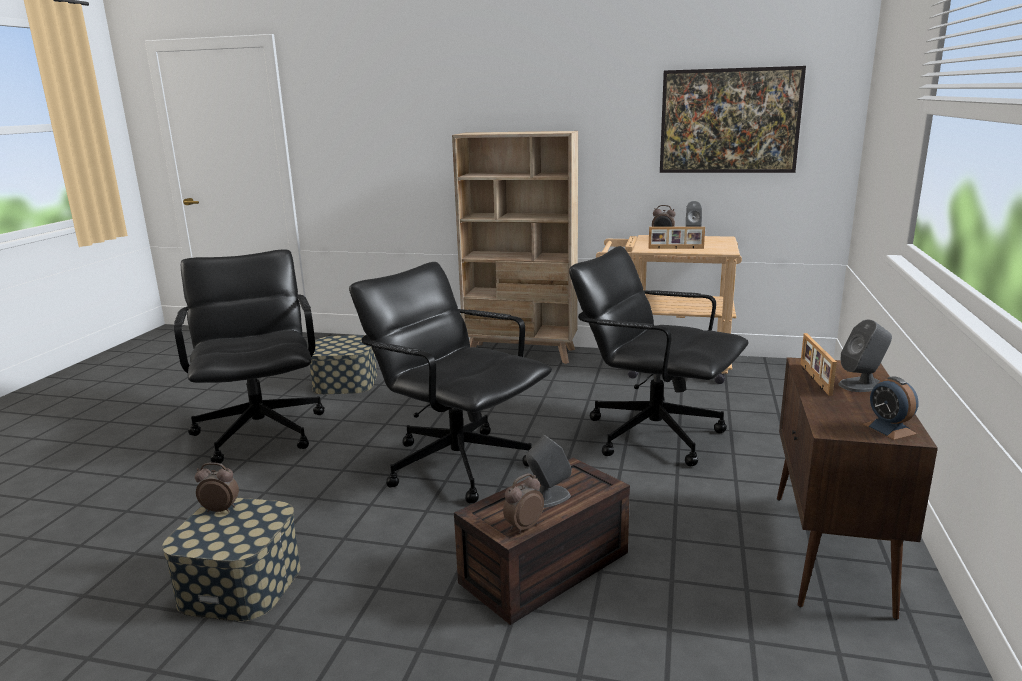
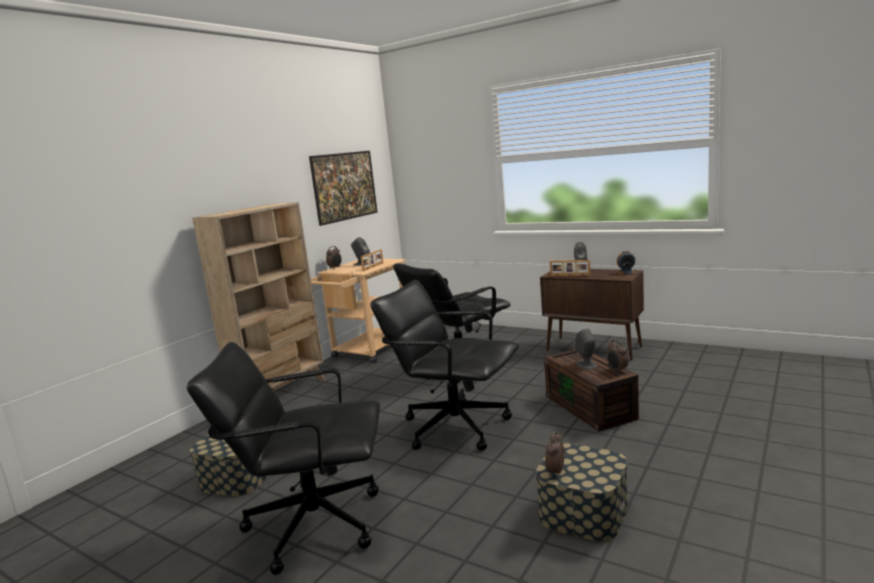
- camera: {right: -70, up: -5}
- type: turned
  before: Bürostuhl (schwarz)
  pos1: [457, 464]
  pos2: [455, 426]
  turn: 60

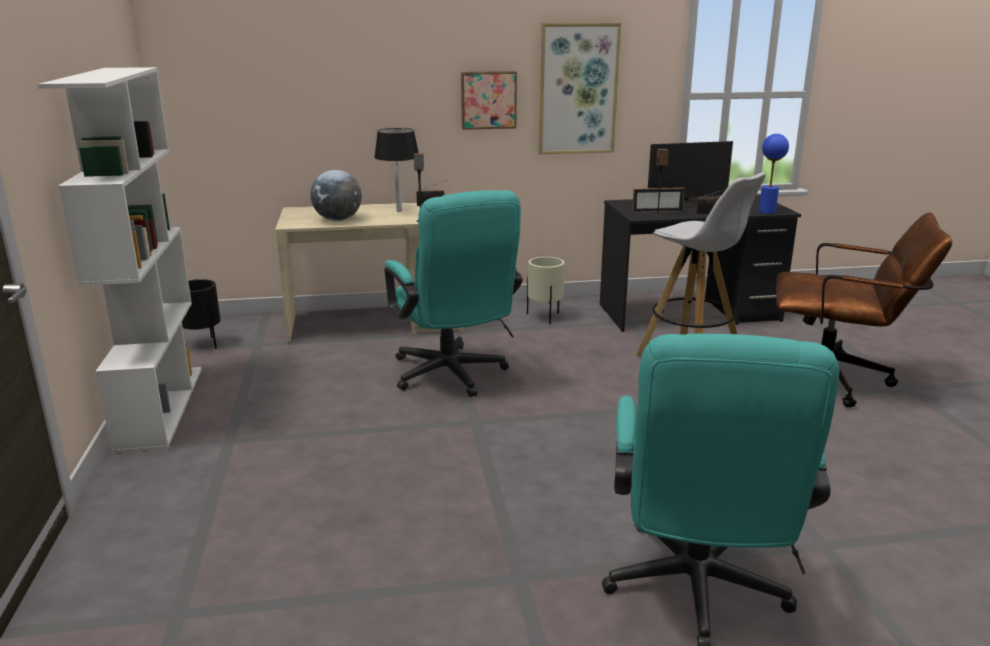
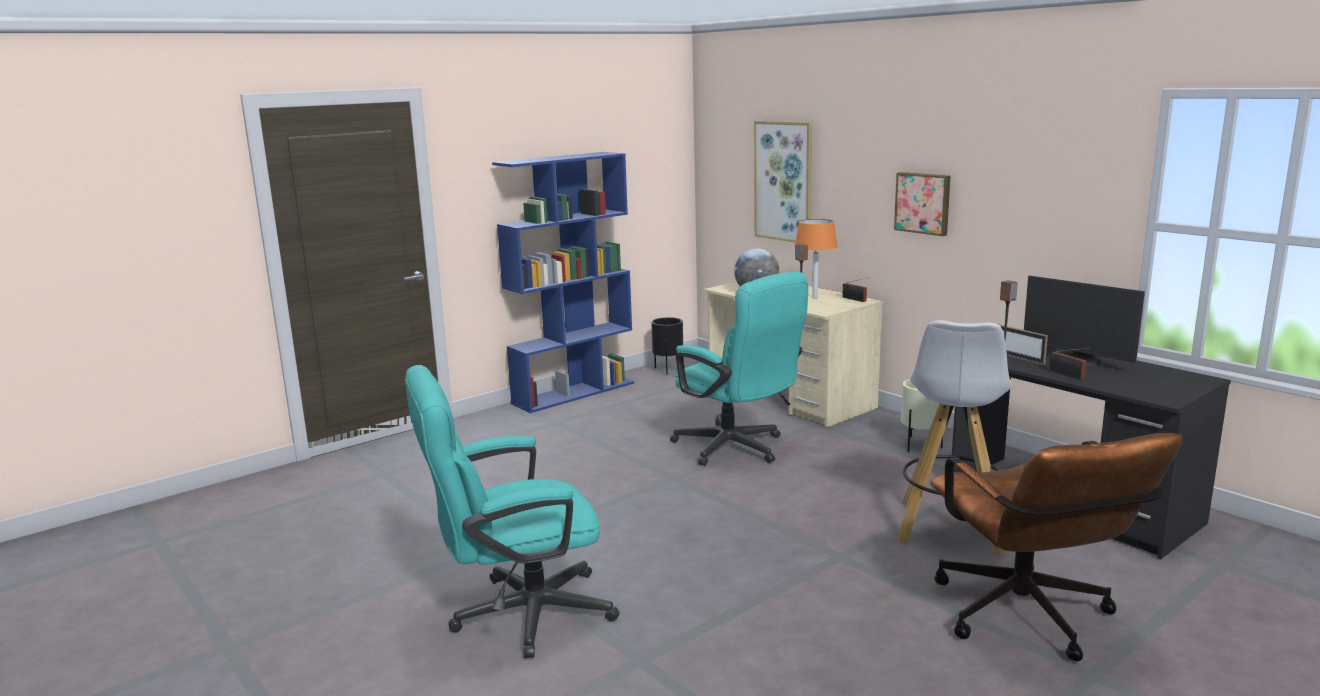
- camera: {right: 60, up: -5}
- type: moved
  before: Bild
  pos1: [578, 89]
  pos2: [784, 181]
- type: recoloured
  before: Bücherregal (weiß)
  after: Bücherregal (blau)
  pos1: [160, 407]
  pos2: [574, 393]
- type: recoloured
  before: Tischlampe (schwarz)
  after: Tischlampe (orange)
  pos1: [399, 211]
  pos2: [814, 298]
- type: removed
  before: Tischlampe (blau)
  pos1: [767, 212]
- type: turned
  before: Bürostuhl (türkis)
  pos1: [452, 377]
  pos2: [737, 449]
  turn: -75

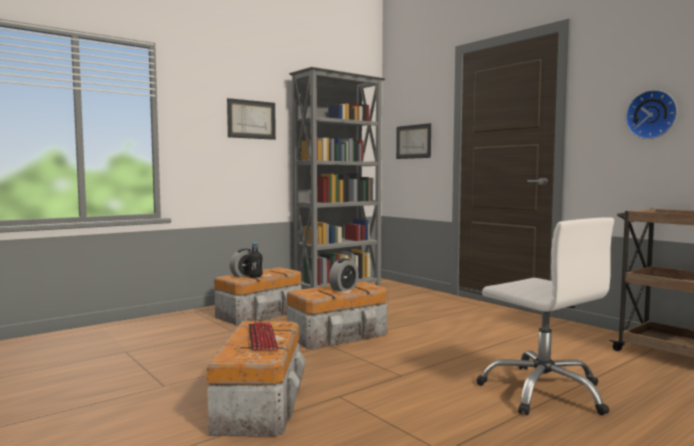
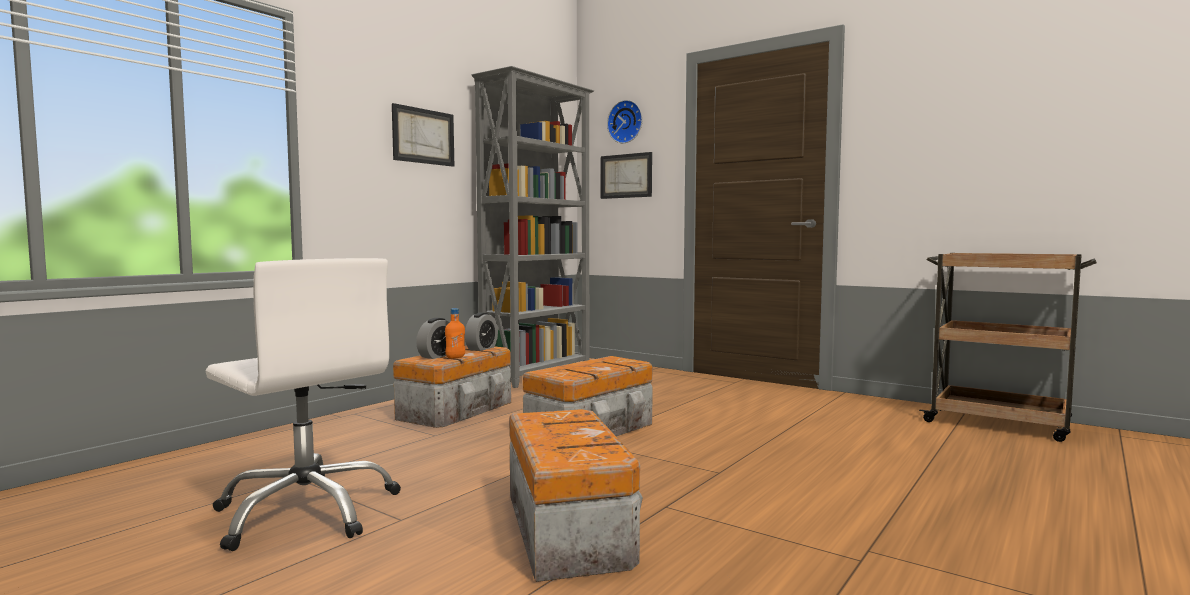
- camera: {right: -15, up: 0}
- type: moved
  before: Wanduhr
  pos1: [652, 114]
  pos2: [626, 122]
- type: moved
  before: Bürostuhl (weiß)
  pos1: [544, 391]
  pos2: [307, 511]
- type: recoloured
  before: Flasche (schwarz)
  after: Flasche (orange)
  pos1: [255, 277]
  pos2: [455, 357]
- type: moved
  before: Wecker
  pos1: [344, 288]
  pos2: [481, 348]
- type: removed
  before: Tastatur
  pos1: [262, 338]

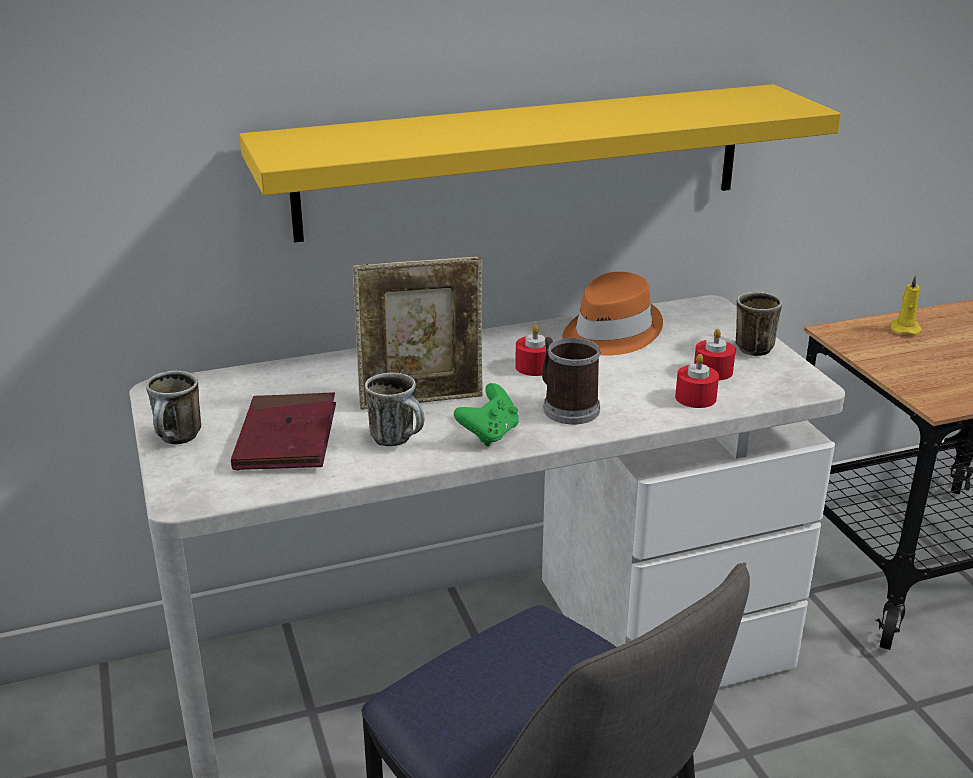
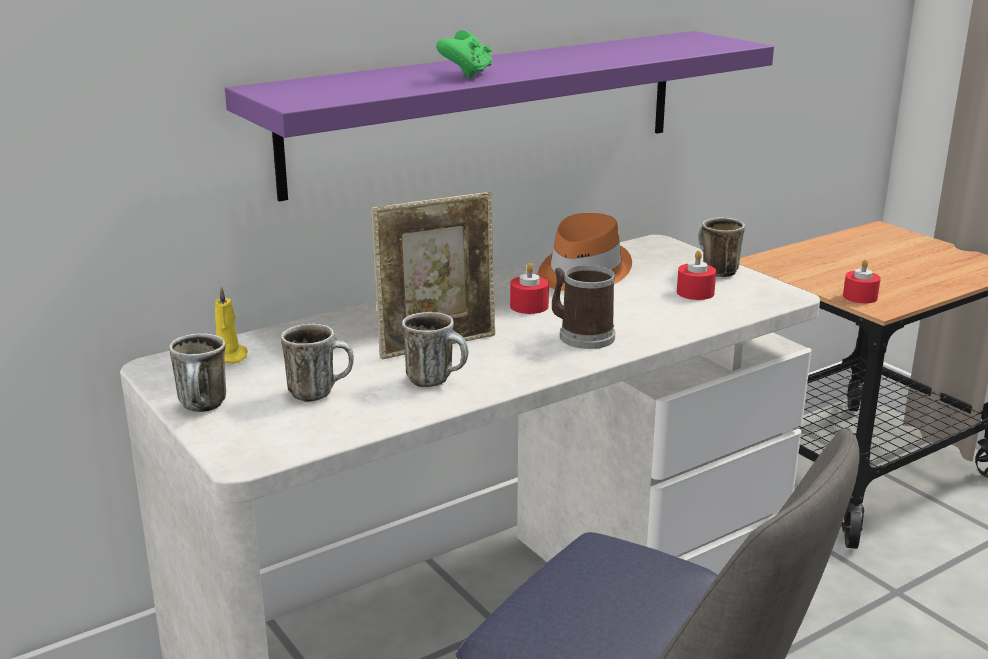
- camera: {right: -15, up: -5}
- type: recoloured
  before: Wandregal (gelb)
  after: Wandregal (lila)
  pos1: [524, 161]
  pos2: [489, 109]
- type: moved
  before: Kerze (gelb)
  pos1: [904, 328]
  pos2: [229, 356]
- type: moved
  before: Kerze (rot)
  pos1: [695, 398]
  pos2: [860, 297]
- type: moved
  before: Gamepad (grün)
  pos1: [489, 434]
  pos2: [467, 75]
- type: replaced
  before: Buch (rot)
  after: Henkelbecher
  pos1: [286, 438]
  pos2: [320, 392]

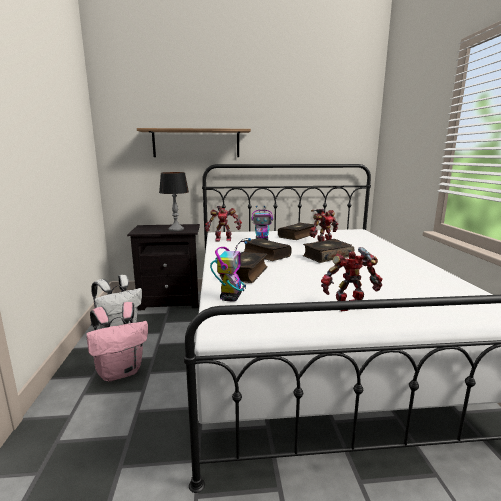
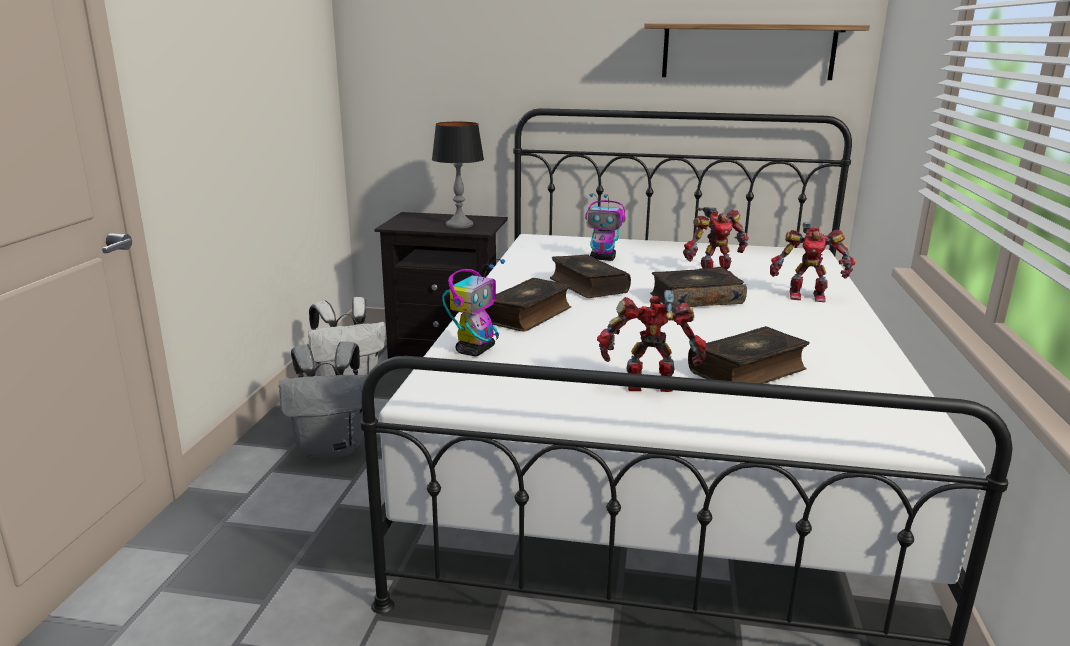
- camera: {right: 15, up: 5}
- type: moved
  before: Wandregal
  pos1: [196, 143]
  pos2: [748, 51]
- type: moved
  before: Spielzeugroboter
  pos1: [223, 239]
  pos2: [806, 296]
- type: moved
  before: Buch
  pos1: [297, 236]
  pos2: [748, 371]
- type: recoloured
  before: Rucksack (rosa)
  after: Rucksack (grau)
  pos1: [121, 371]
  pos2: [332, 448]

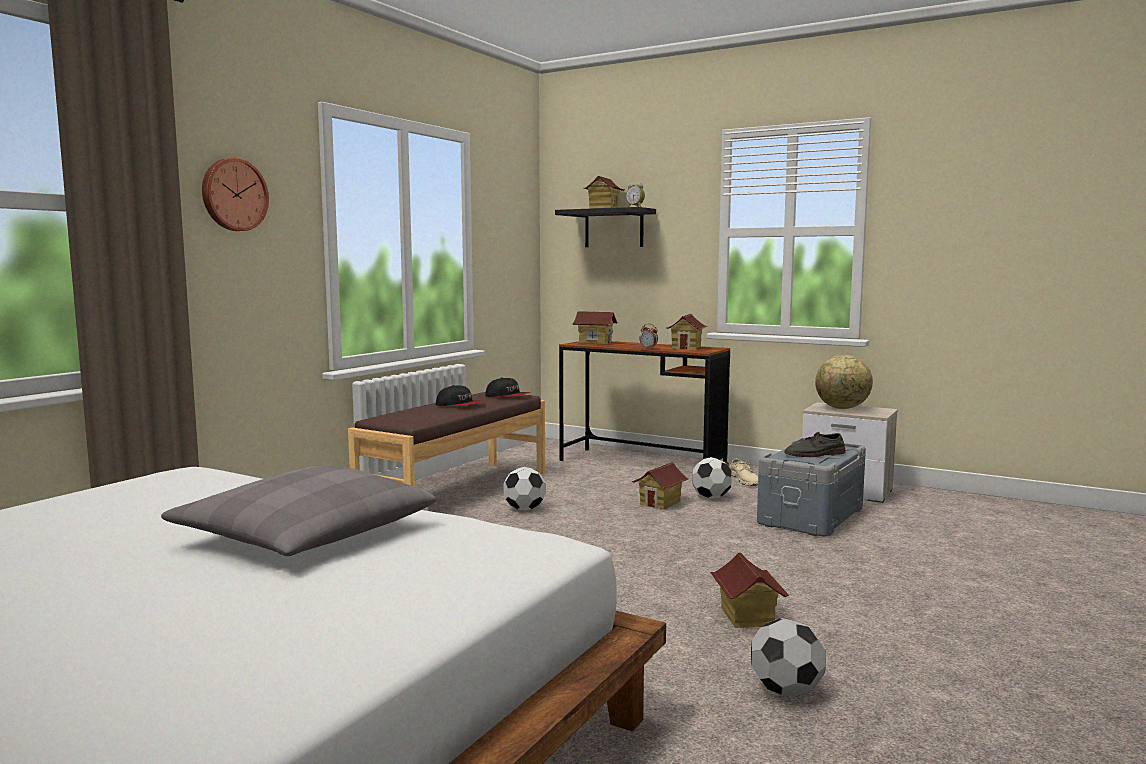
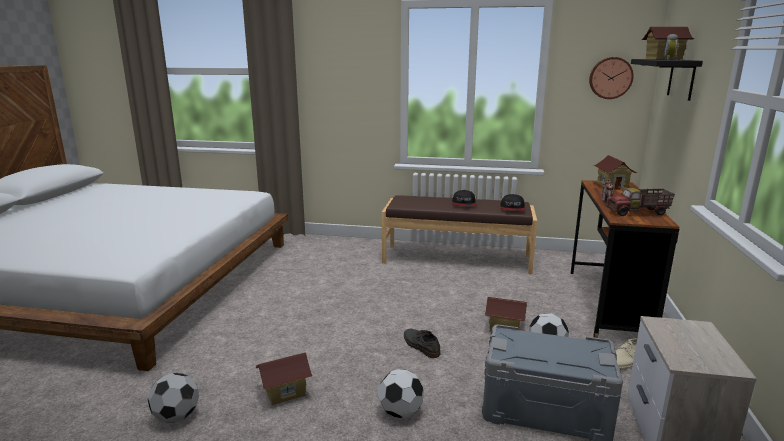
- camera: {right: 70, up: 10}
- type: moved
  before: Wanduhr
  pos1: [233, 195]
  pos2: [610, 78]
- type: replaced
  before: Spielzeughaus
  after: Spielzeuglaster
  pos1: [686, 348]
  pos2: [638, 212]
- type: removed
  before: Globus
  pos1: [842, 408]
- type: moved
  before: Schuh (grau)
  pos1: [815, 454]
  pos2: [420, 345]
- type: removed
  before: Kissen (grau)
  pos1: [304, 535]
- type: moved
  before: Fußball
  pos1: [524, 509]
  pos2: [400, 412]

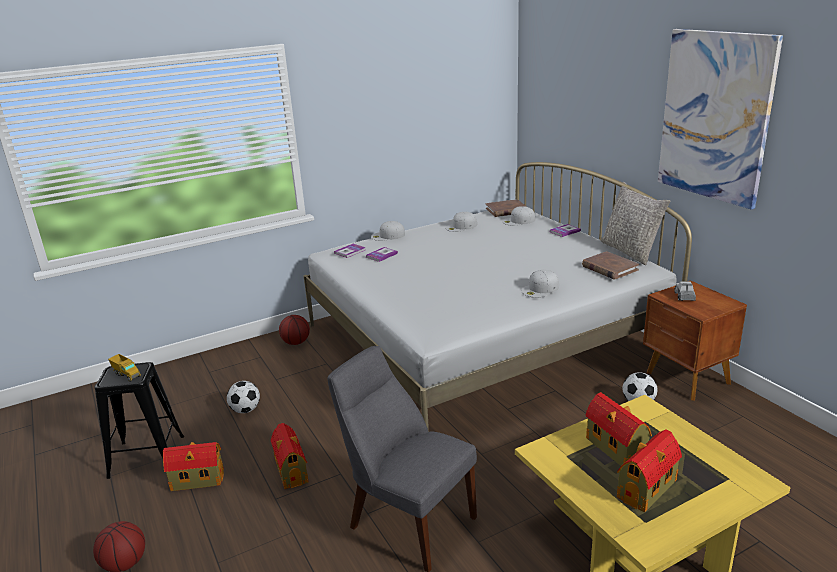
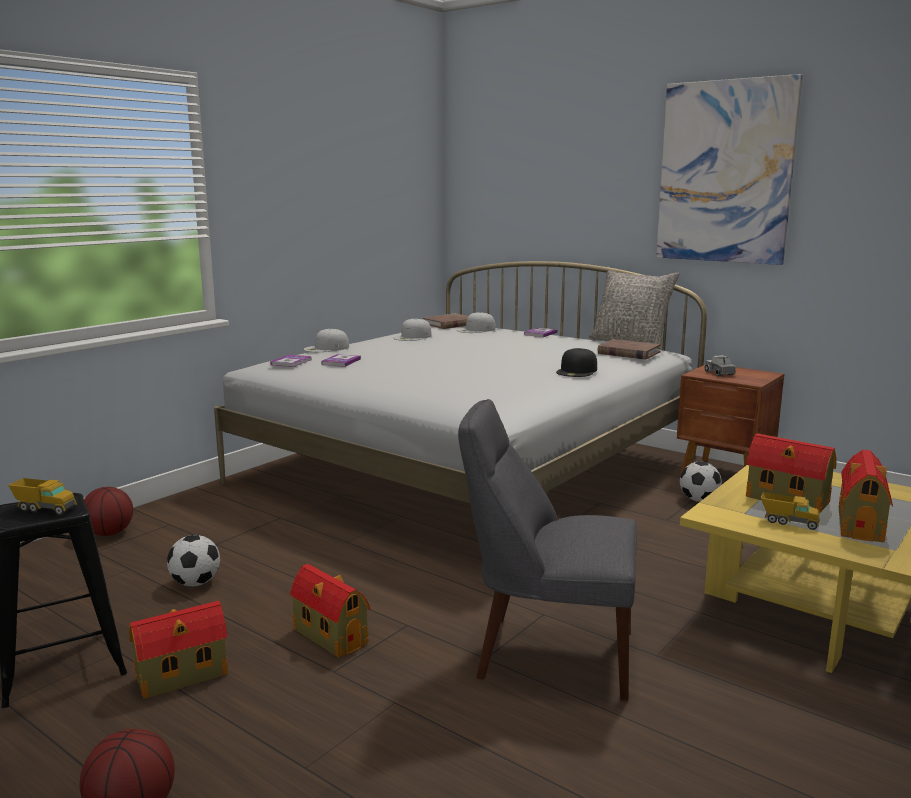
- camera: {right: -25, up: -10}
- type: recoloured
  before: Kappe (weiß)
  after: Kappe (schwarz)
  pos1: [540, 289]
  pos2: [577, 371]
- type: moved
  before: Basketball
  pos1: [296, 342]
  pos2: [109, 533]
- type: added
  after: Spielzeuglaster
  pos2: [788, 522]

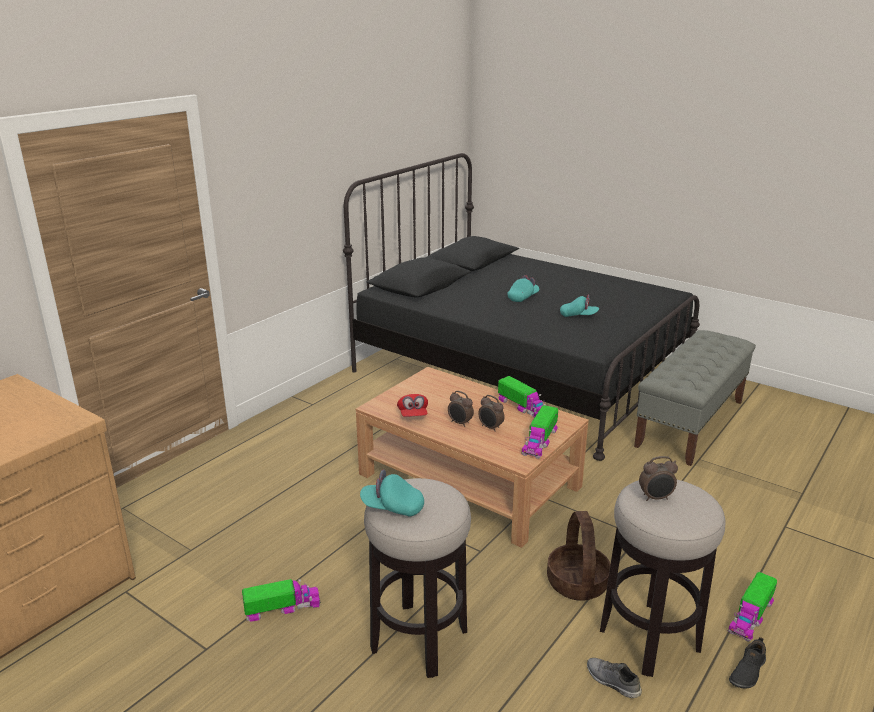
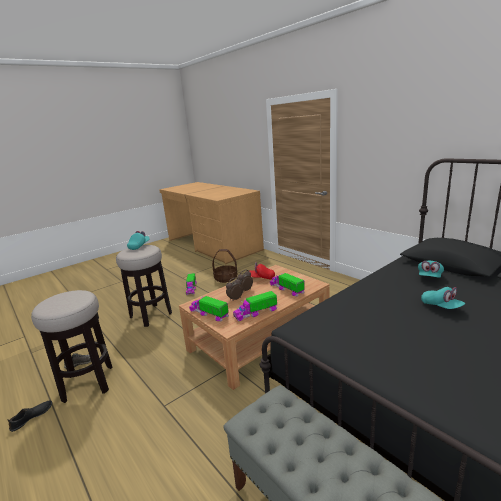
- camera: {right: 105, up: -5}
- type: moved
  before: Kappe (türkis)
  pos1: [578, 316]
  pos2: [429, 277]
- type: removed
  before: Wecker
  pos1: [656, 498]
- type: moved
  before: Korb
  pos1: [576, 582]
  pos2: [226, 278]
- type: moved
  before: Spielzeuglaster
  pos1: [751, 616]
  pos2: [287, 289]
- type: turned
  before: Schuh (schwarz)
  pos1: [747, 671]
  pos2: [32, 417]
  turn: 75

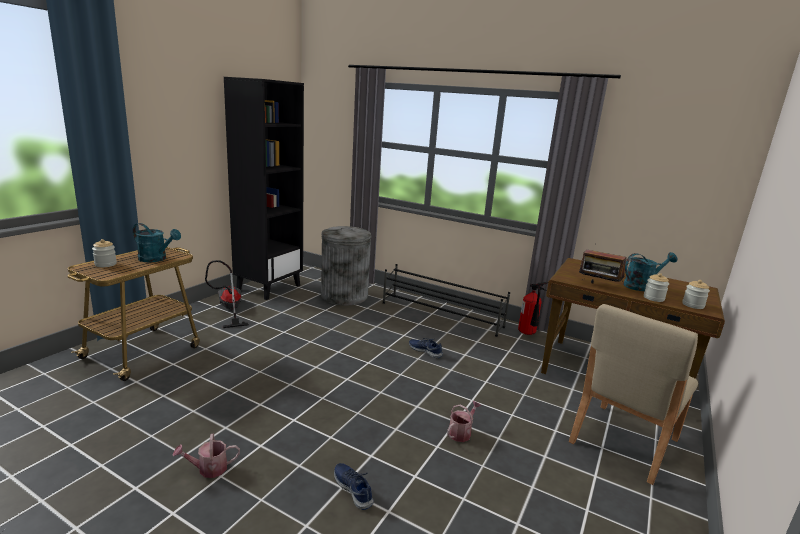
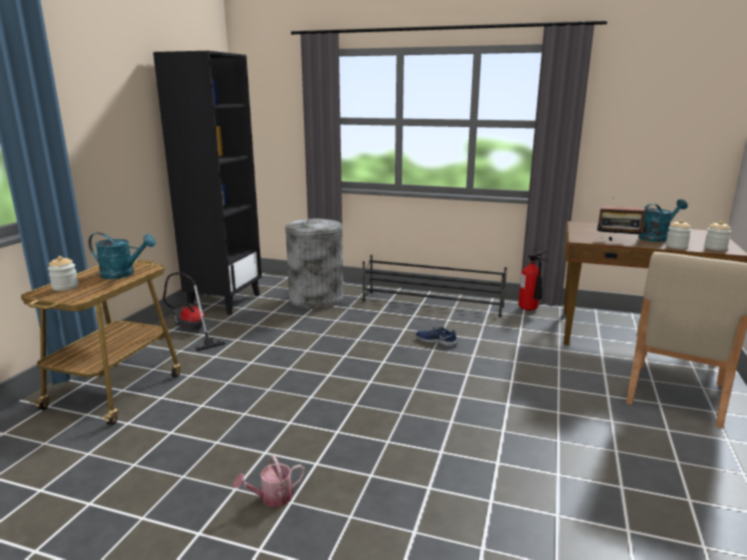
- camera: {right: -10, up: 0}
- type: removed
  before: Gießkanne
  pos1: [461, 432]
- type: removed
  before: Schuh (blau)
  pos1: [353, 489]

